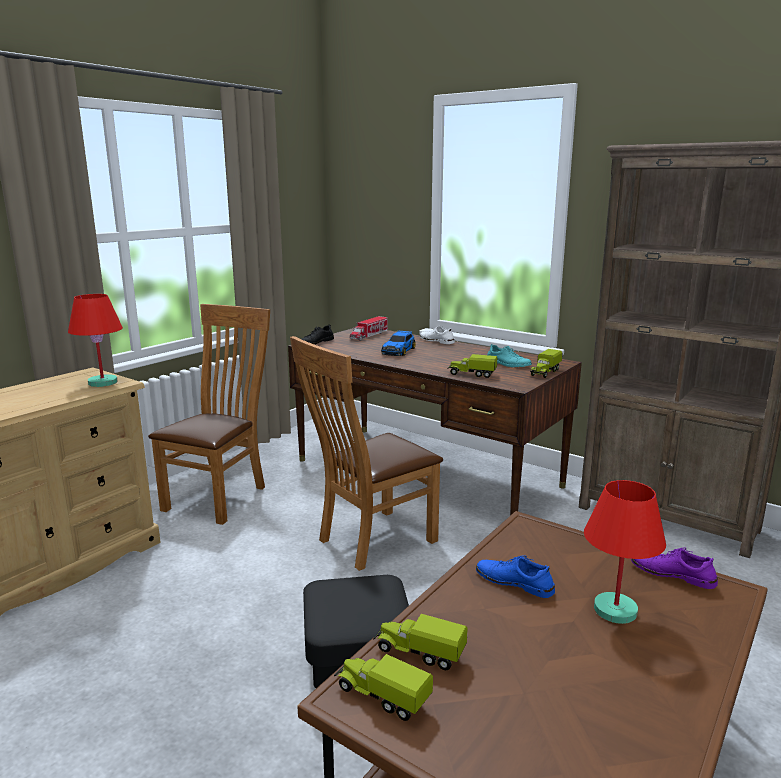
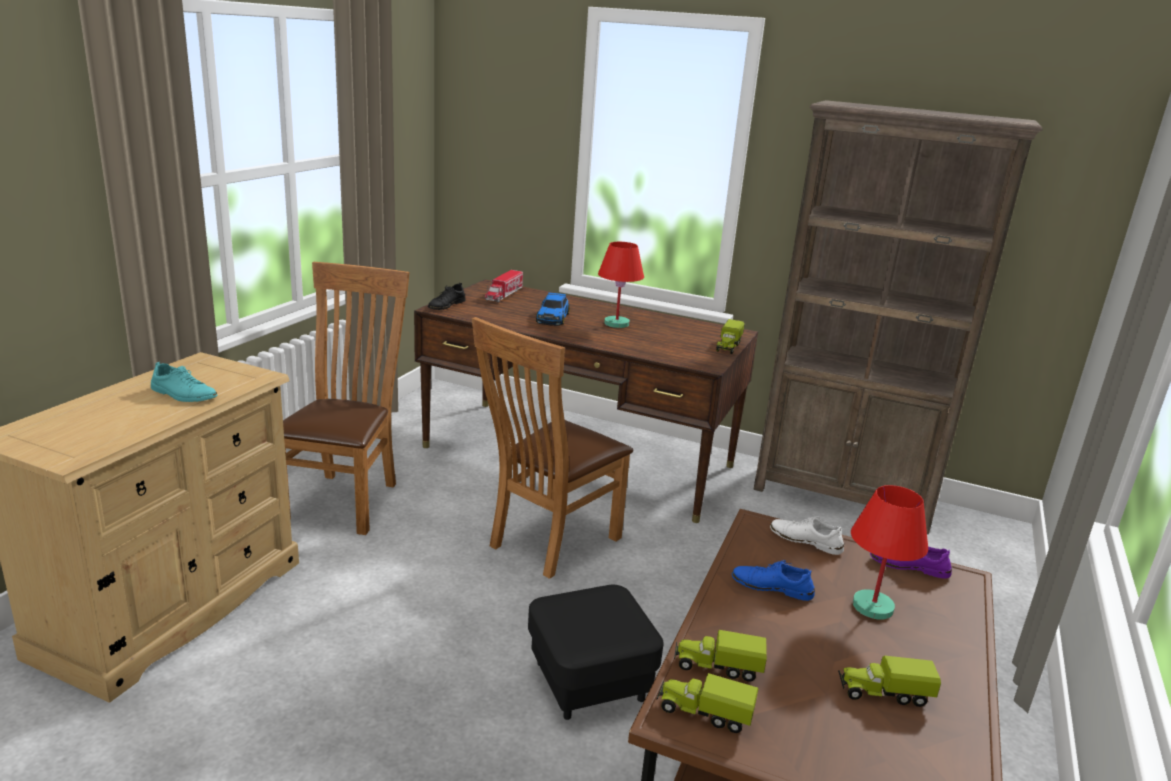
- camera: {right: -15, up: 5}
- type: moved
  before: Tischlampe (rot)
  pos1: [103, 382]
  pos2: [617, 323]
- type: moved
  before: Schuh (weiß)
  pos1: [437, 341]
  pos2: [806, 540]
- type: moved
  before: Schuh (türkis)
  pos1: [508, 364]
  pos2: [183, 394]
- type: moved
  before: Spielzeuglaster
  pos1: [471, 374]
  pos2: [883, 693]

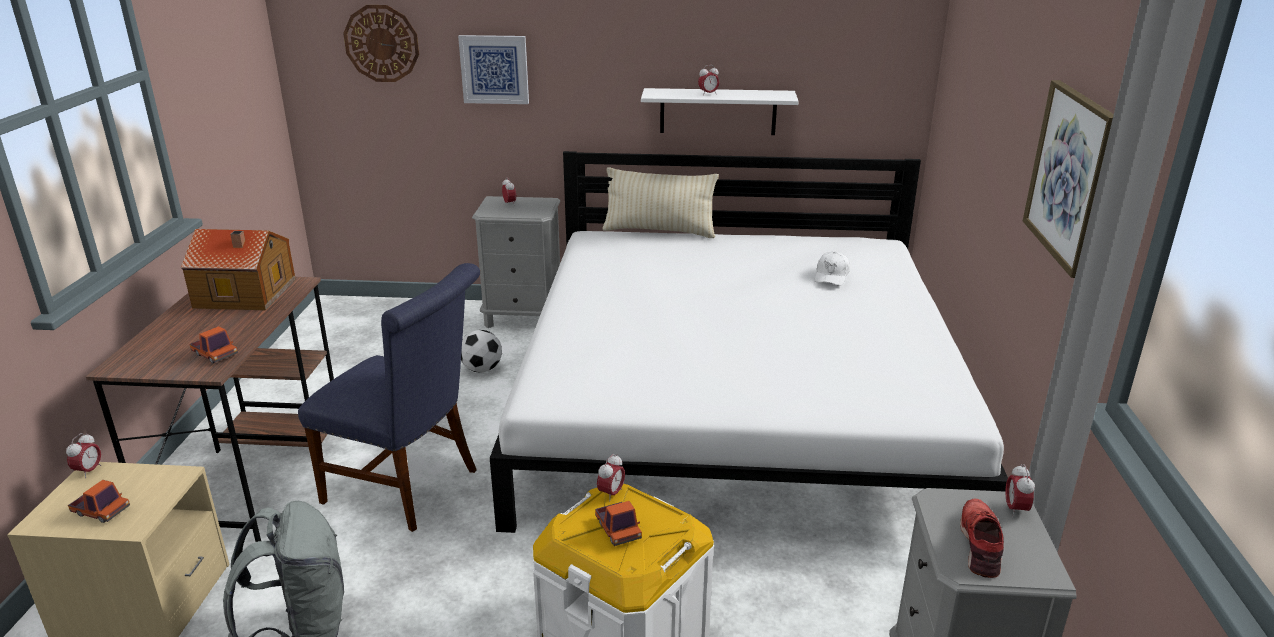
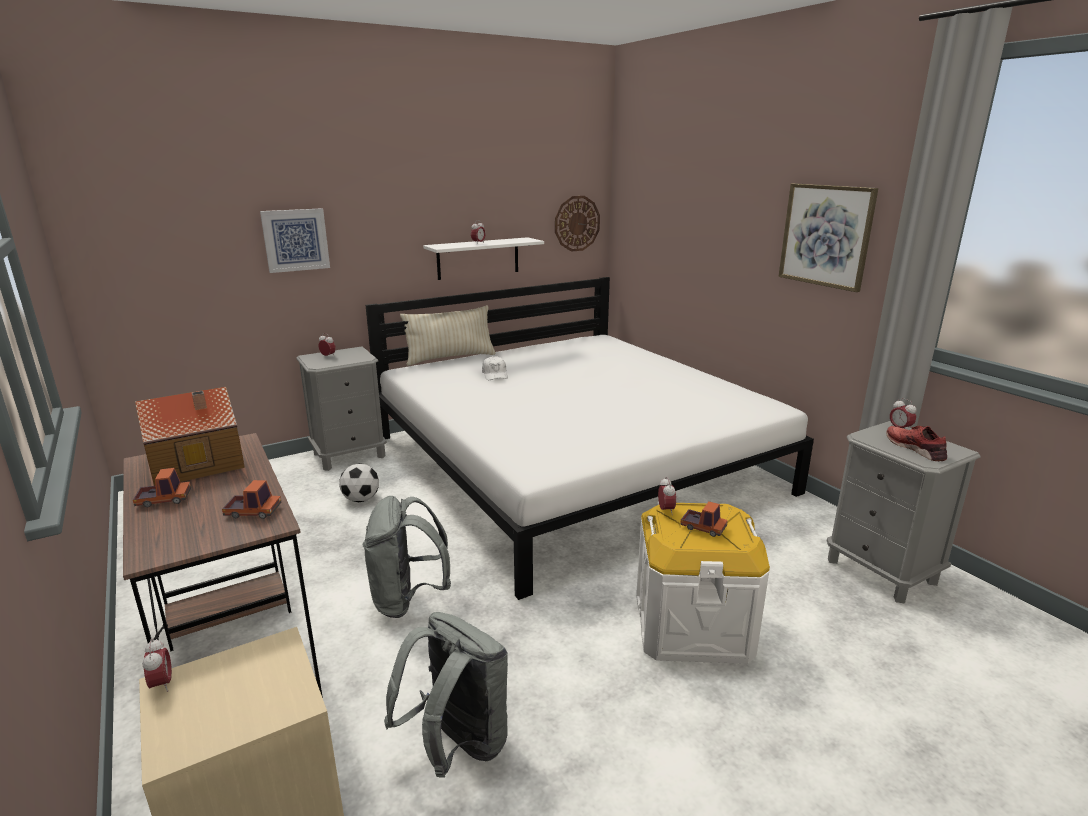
- camera: {right: -35, up: -5}
- type: moved
  before: Wanduhr
  pos1: [382, 43]
  pos2: [577, 223]
- type: moved
  before: Kappe (weiß)
  pos1: [831, 276]
  pos2: [495, 374]
- type: replaced
  before: Stuhl (blau)
  after: Rucksack (grau)
  pos1: [409, 487]
  pos2: [408, 600]
- type: moved
  before: Spielzeuglaster
  pos1: [101, 511]
  pos2: [164, 500]

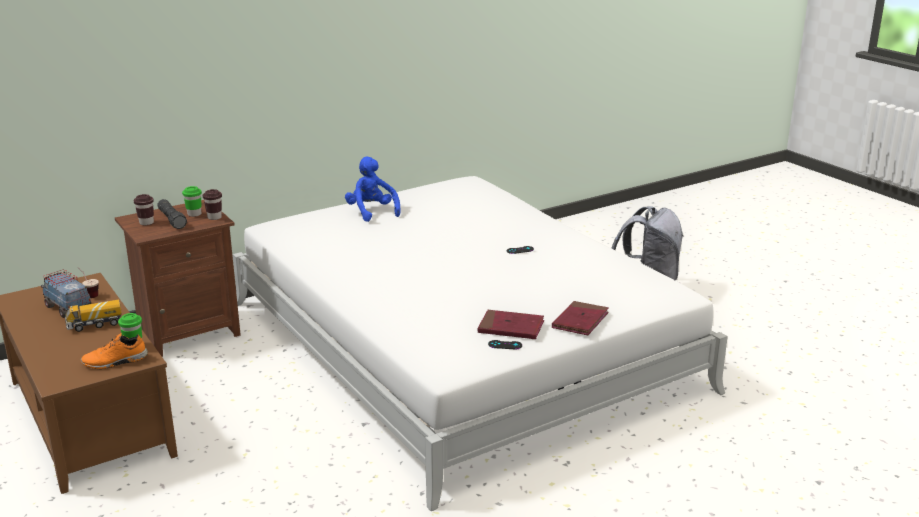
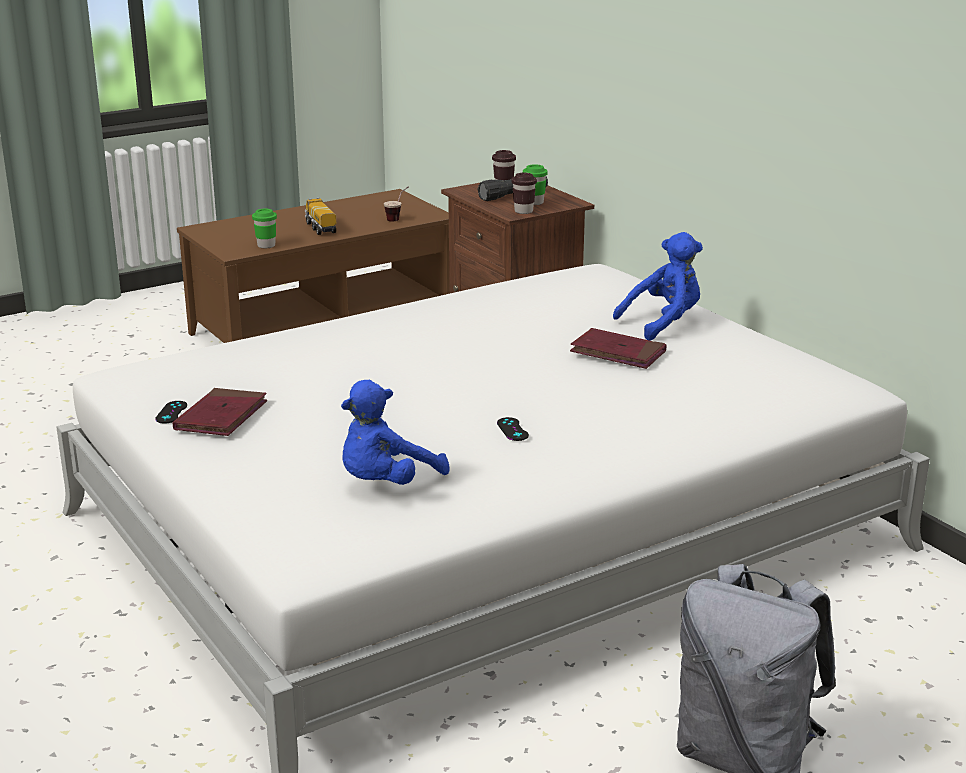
- camera: {right: 90, up: 0}
- type: removed
  before: Spielzeuglaster
  pos1: [68, 308]
- type: moved
  before: Buch (rot)
  pos1: [580, 321]
  pos2: [618, 353]
- type: removed
  before: Schuh (orange)
  pos1: [115, 362]
- type: added
  after: Plüschtier (blau)
  pos2: [386, 483]

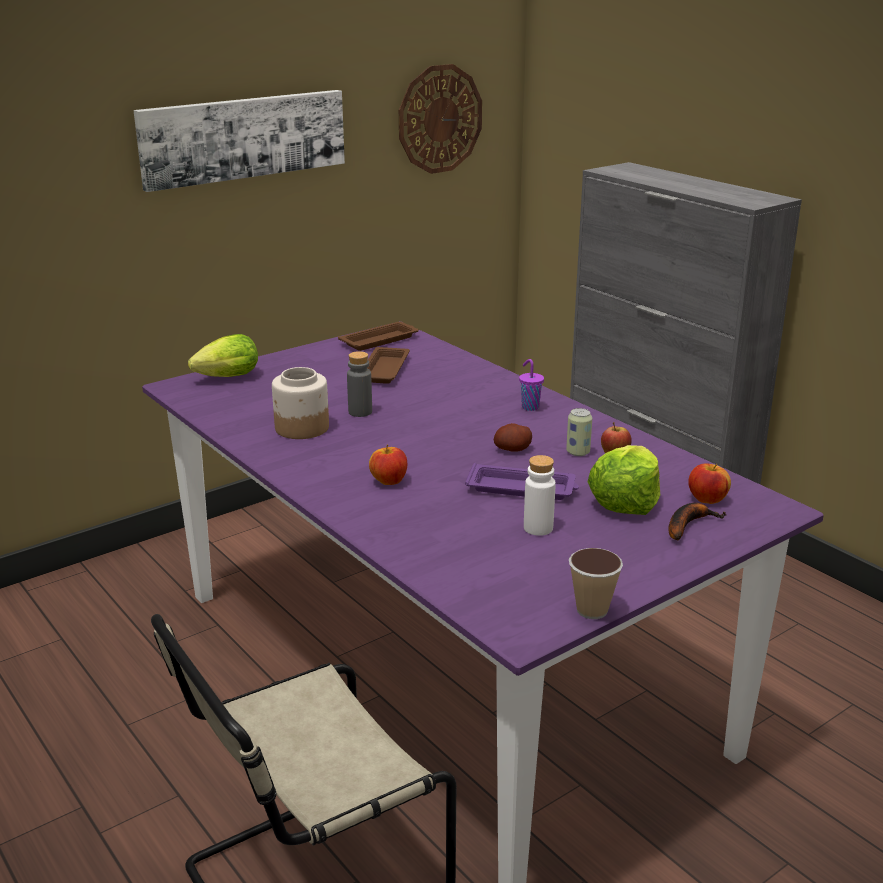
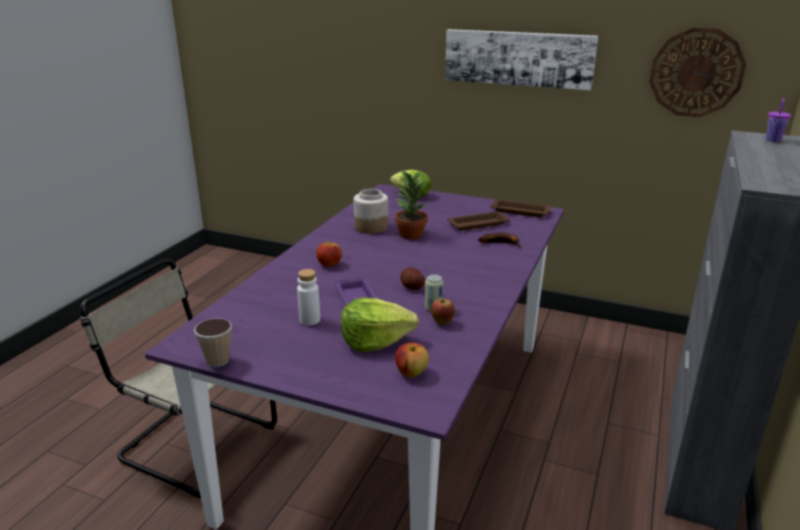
- camera: {right: 60, up: 0}
- type: replaced
  before: Flasche (grau)
  after: Topfpflanze
  pos1: [360, 412]
  pos2: [410, 234]
- type: moved
  before: Tasse (lila)
  pos1: [529, 407]
  pos2: [773, 140]
- type: moved
  before: Banane
  pos1: [688, 525]
  pos2: [502, 243]

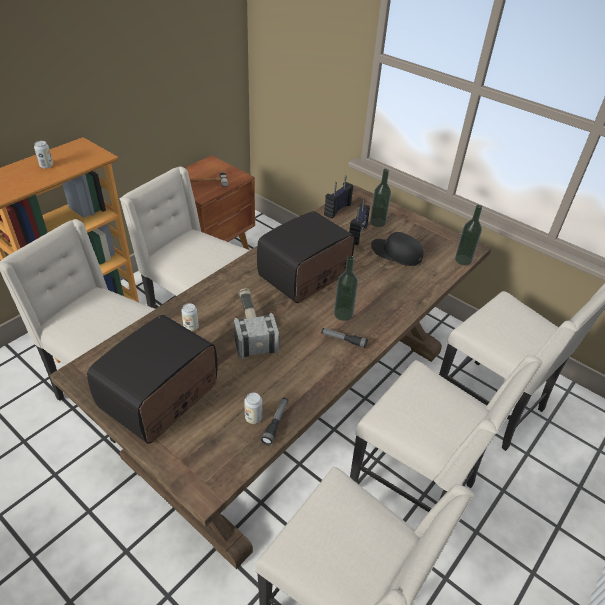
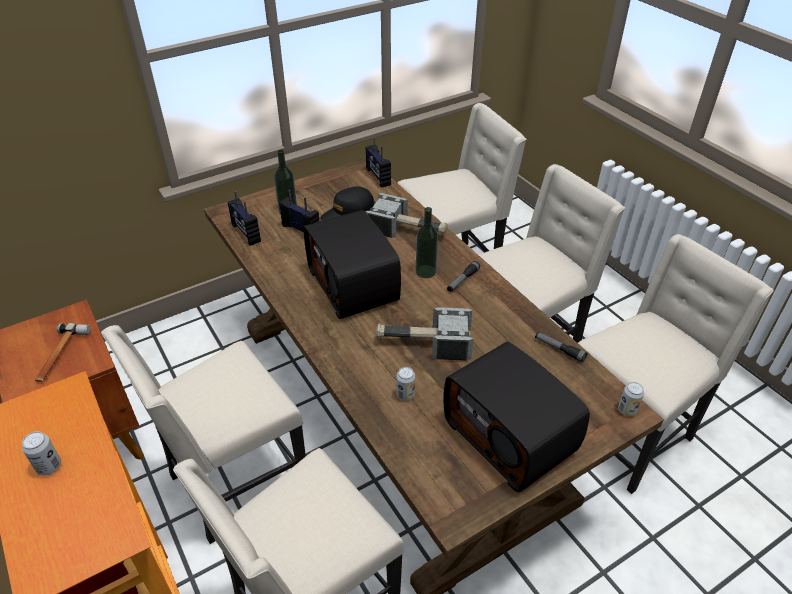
- camera: {right: -70, up: 0}
- type: replaced
  before: Flasche
  after: Radio
  pos1: [463, 260]
  pos2: [378, 177]
- type: moved
  before: Dose
  pos1: [253, 418]
  pos2: [627, 410]
- type: added
  after: Hammer
  pos2: [408, 230]

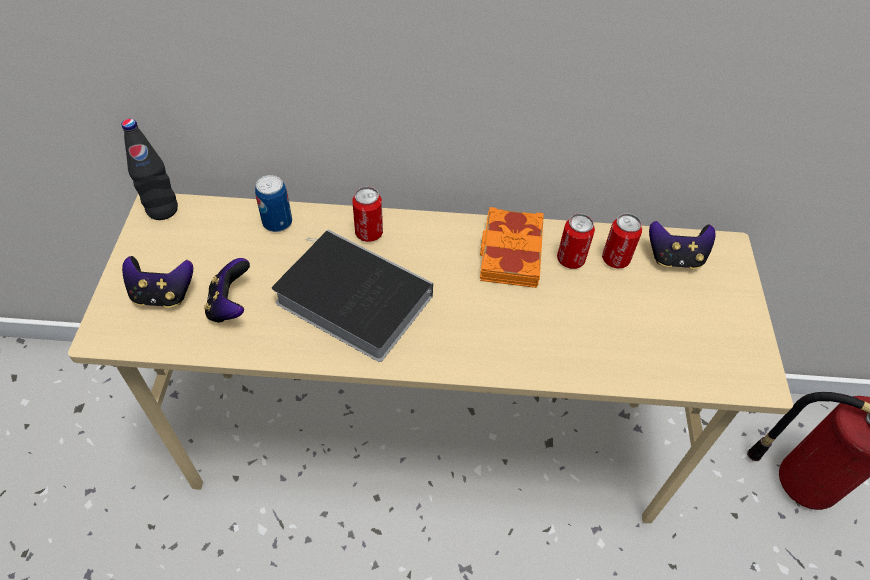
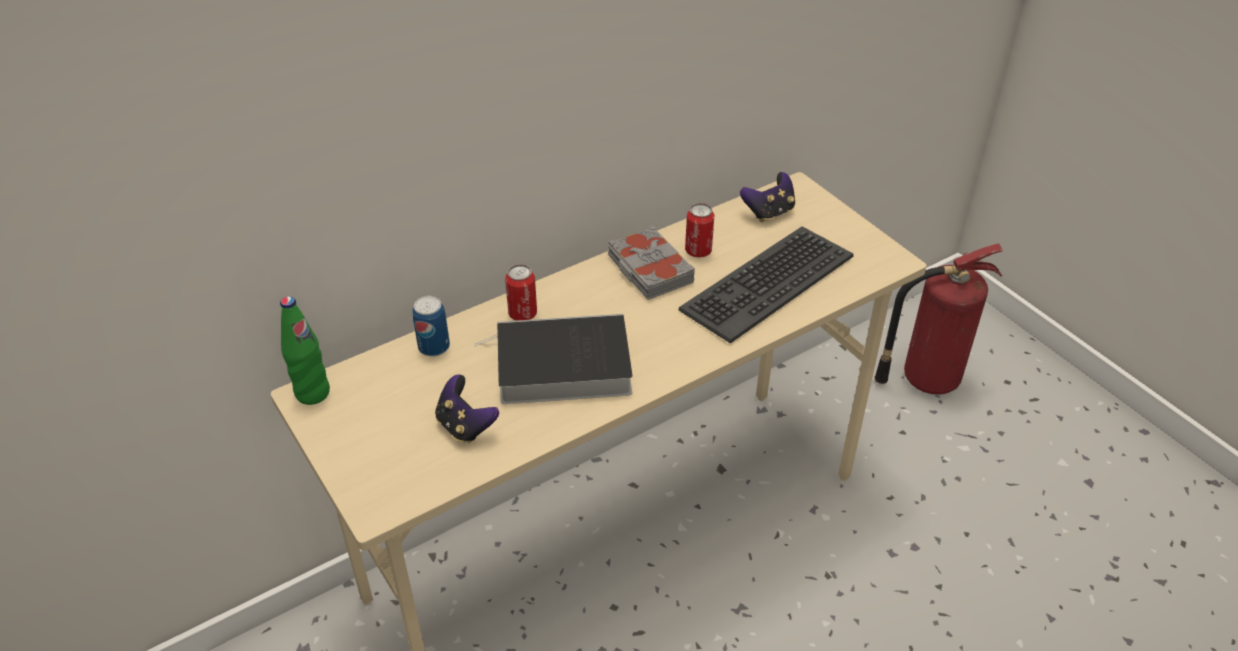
- camera: {right: -35, up: -10}
- type: recoloured
  before: Flasche (schwarz)
  after: Flasche (grün)
  pos1: [162, 210]
  pos2: [312, 393]
- type: recoloured
  before: Buch (orange)
  after: Buch (grau)
  pos1: [510, 253]
  pos2: [649, 270]
- type: removed
  before: Dose
  pos1: [615, 259]
- type: removed
  before: Gamepad
  pos1: [163, 295]
- type: added
  after: Tastatur
  pos2: [766, 283]

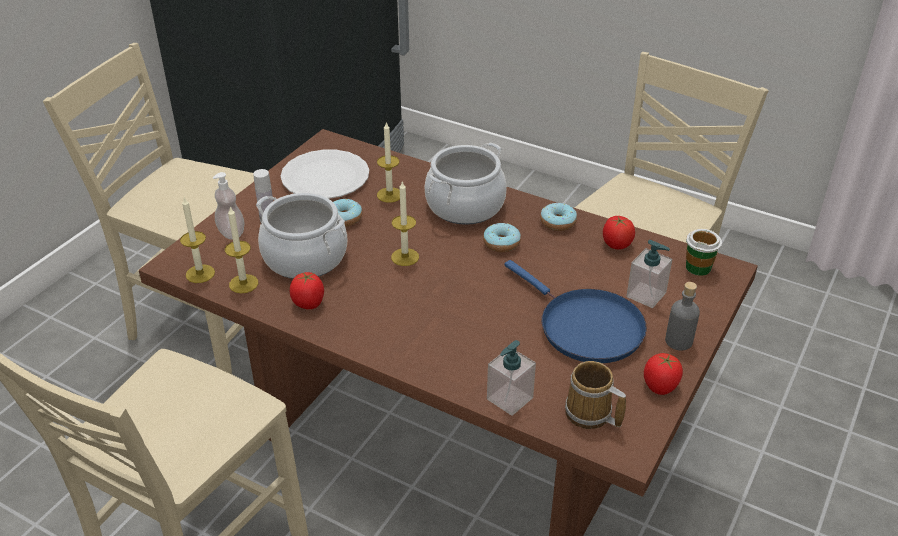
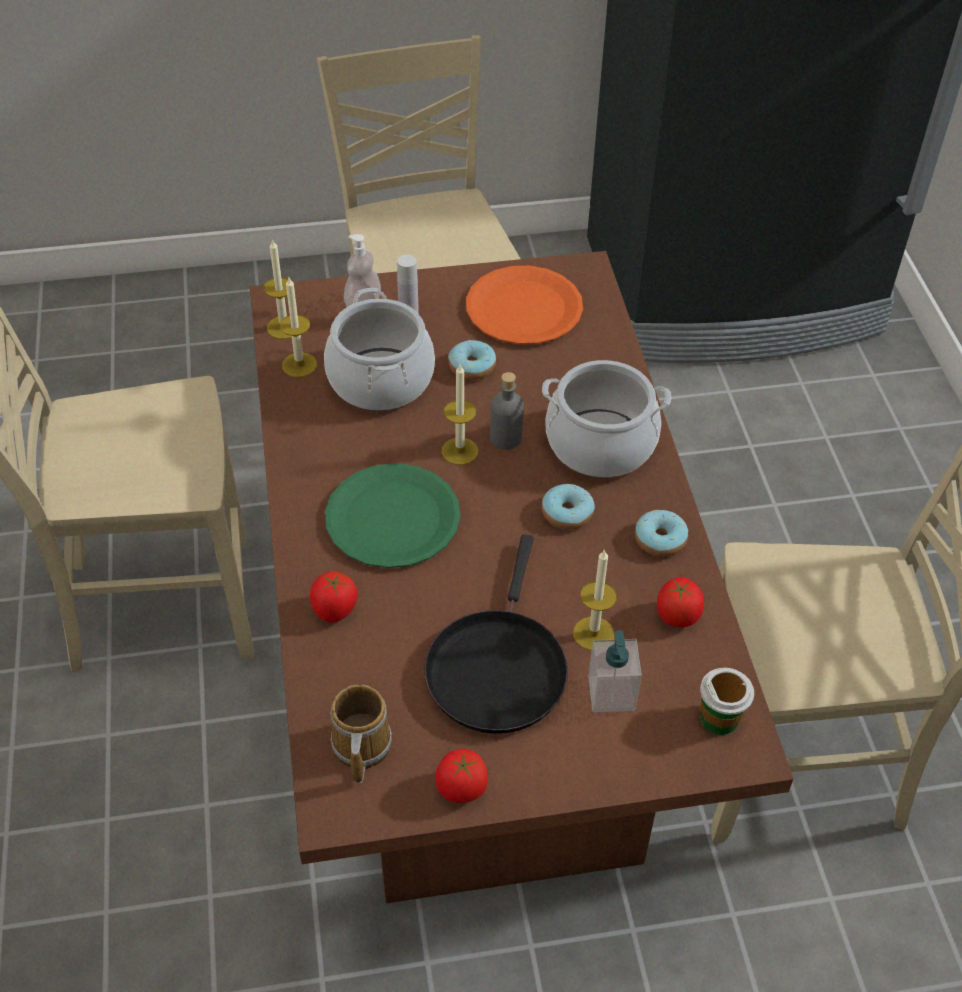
- camera: {right: 50, up: 10}
- type: moved
  before: Kerze
  pos1: [389, 195]
  pos2: [593, 633]
- type: recoloured
  before: Teller (weiß)
  after: Teller (orange)
  pos1: [325, 177]
  pos2: [523, 308]
- type: recoloured
  before: Pfanne (blau)
  after: Pfanne (schwarz)
  pos1: [585, 327]
  pos2: [497, 667]
- type: moved
  before: Tomate
  pos1: [309, 303]
  pos2: [334, 611]
- type: moved
  before: Flasche (grau)
  pos1: [678, 341]
  pos2: [505, 438]
- type: removed
  before: Seifenspender
  pos1: [509, 399]
- type: added
  after: Teller (grün)
  pos2: [392, 518]

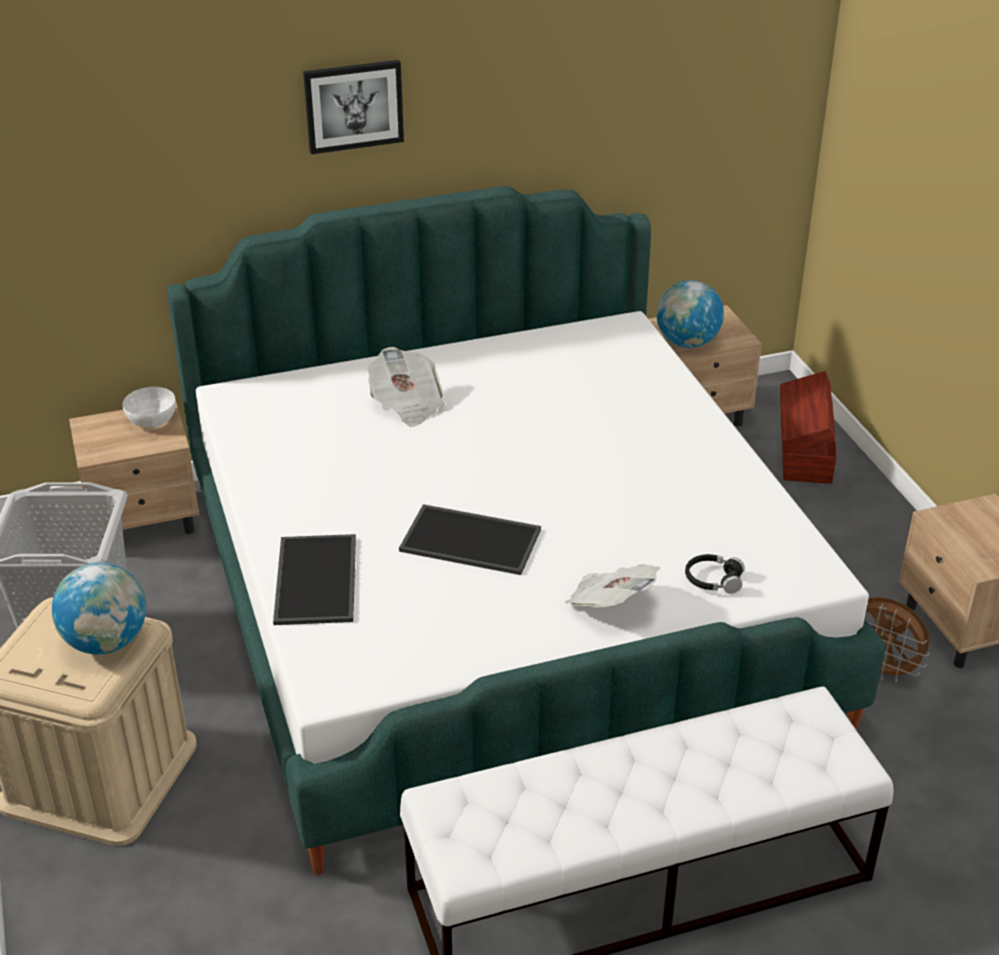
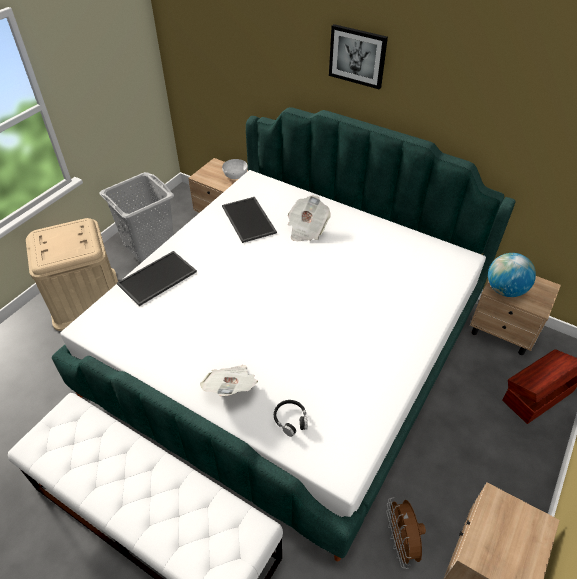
- camera: {right: 50, up: 10}
- type: moved
  before: Tablett
  pos1: [472, 539]
  pos2: [250, 219]
- type: removed
  before: Globus
  pos1: [106, 642]

